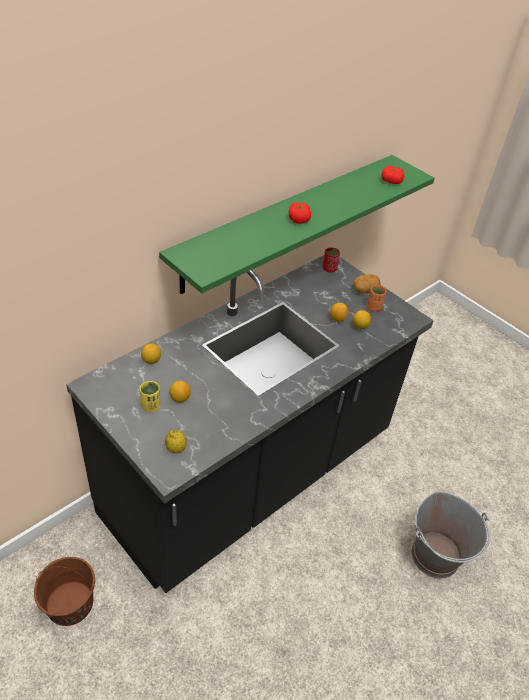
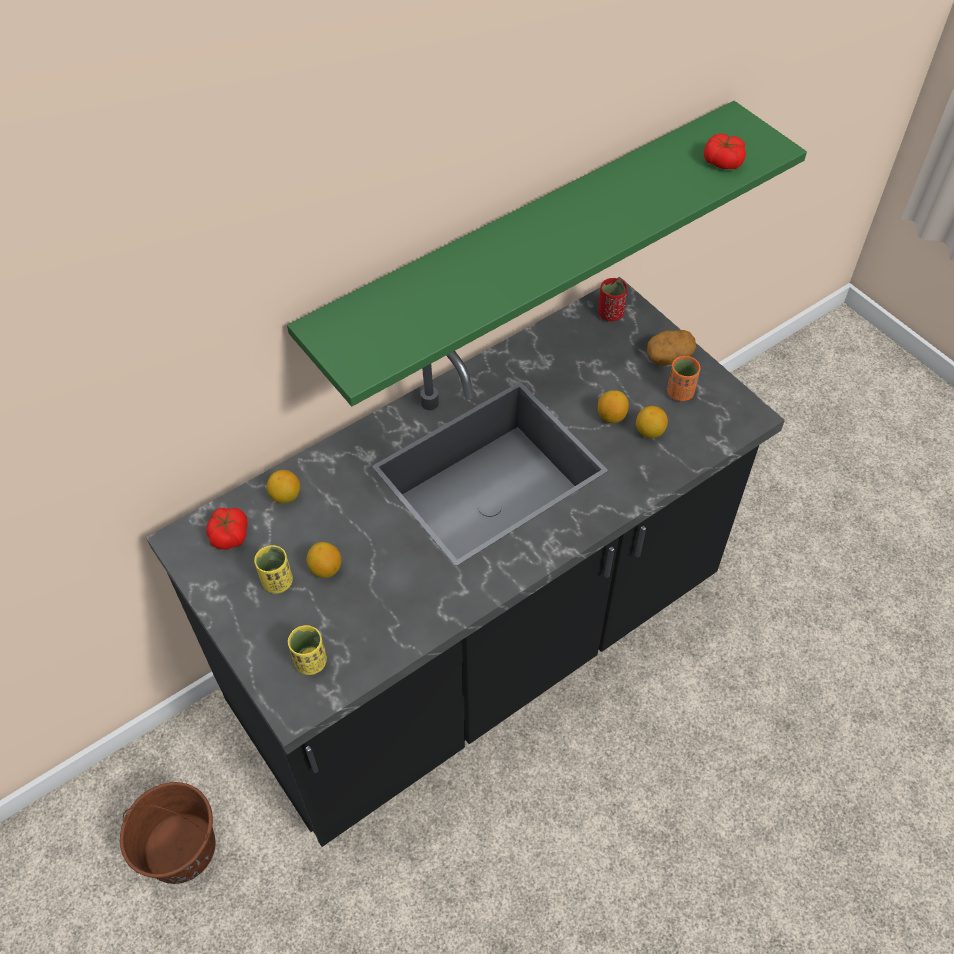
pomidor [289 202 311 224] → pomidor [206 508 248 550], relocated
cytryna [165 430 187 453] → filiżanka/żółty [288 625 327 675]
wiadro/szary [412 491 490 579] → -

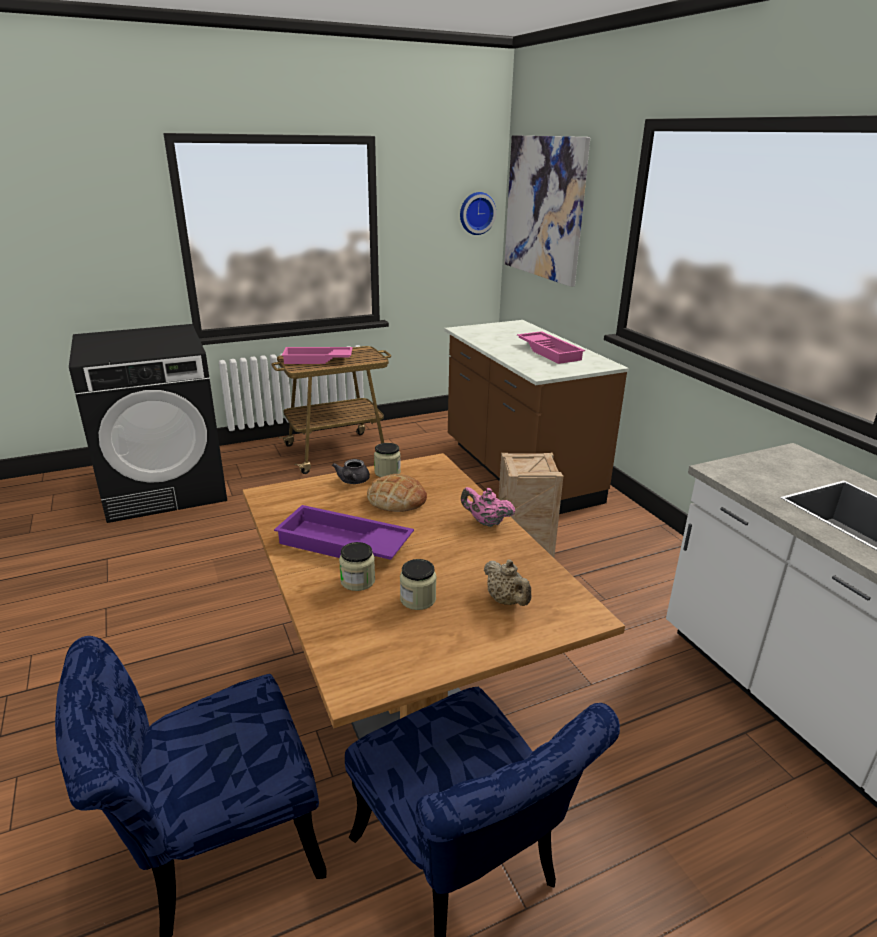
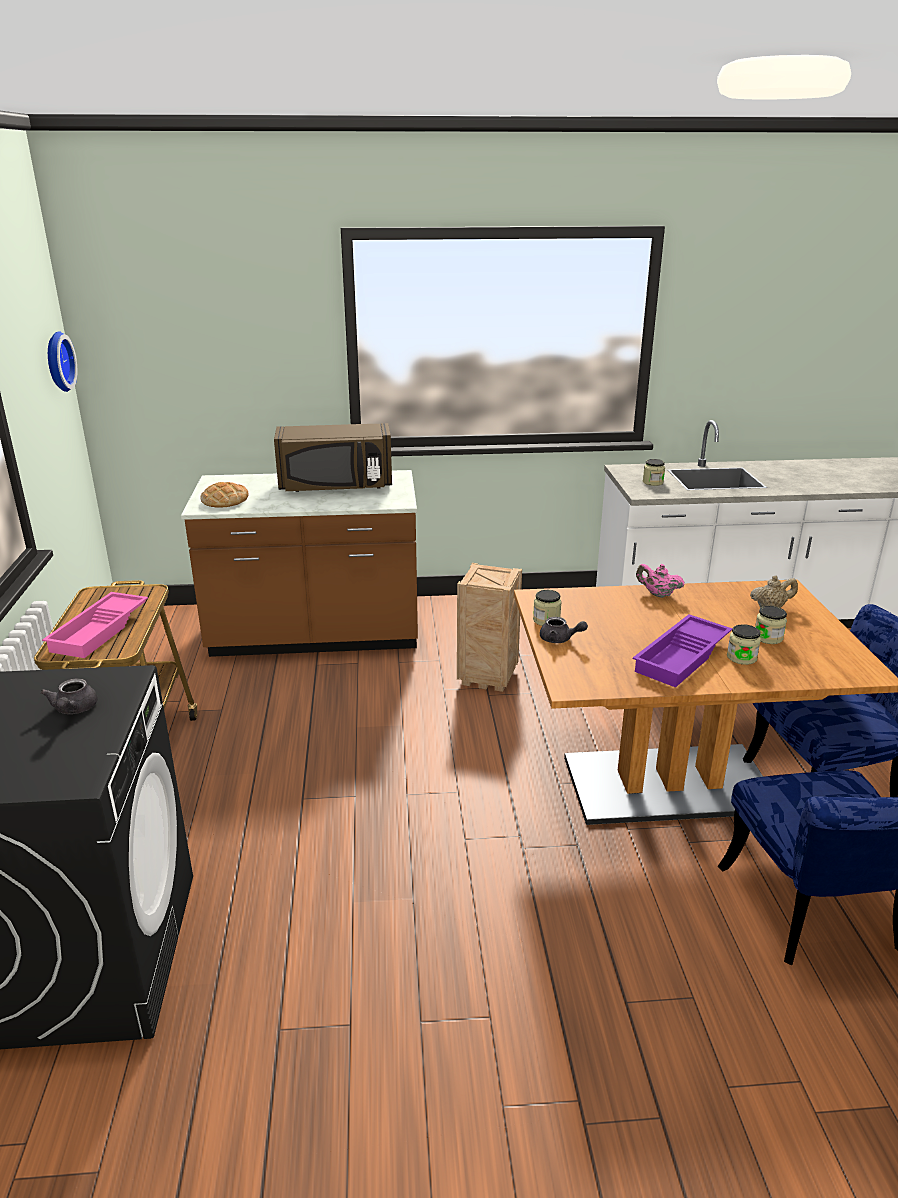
obraz [504 135 590 287] → -
taca/różowy [517 331 585 364] → mikrofalówka/brązowy [274 423 392 492]
chleb [367 474 427 512] → chleb [200 482 248 508], relocated
imbryk/różowy [461 487 515 527] → imbryk/różowy [636 564 684 598], 75 degrees clockwise
- → słoik [643 459 665 486]
- → imbryk/szary [40 678 98 714]

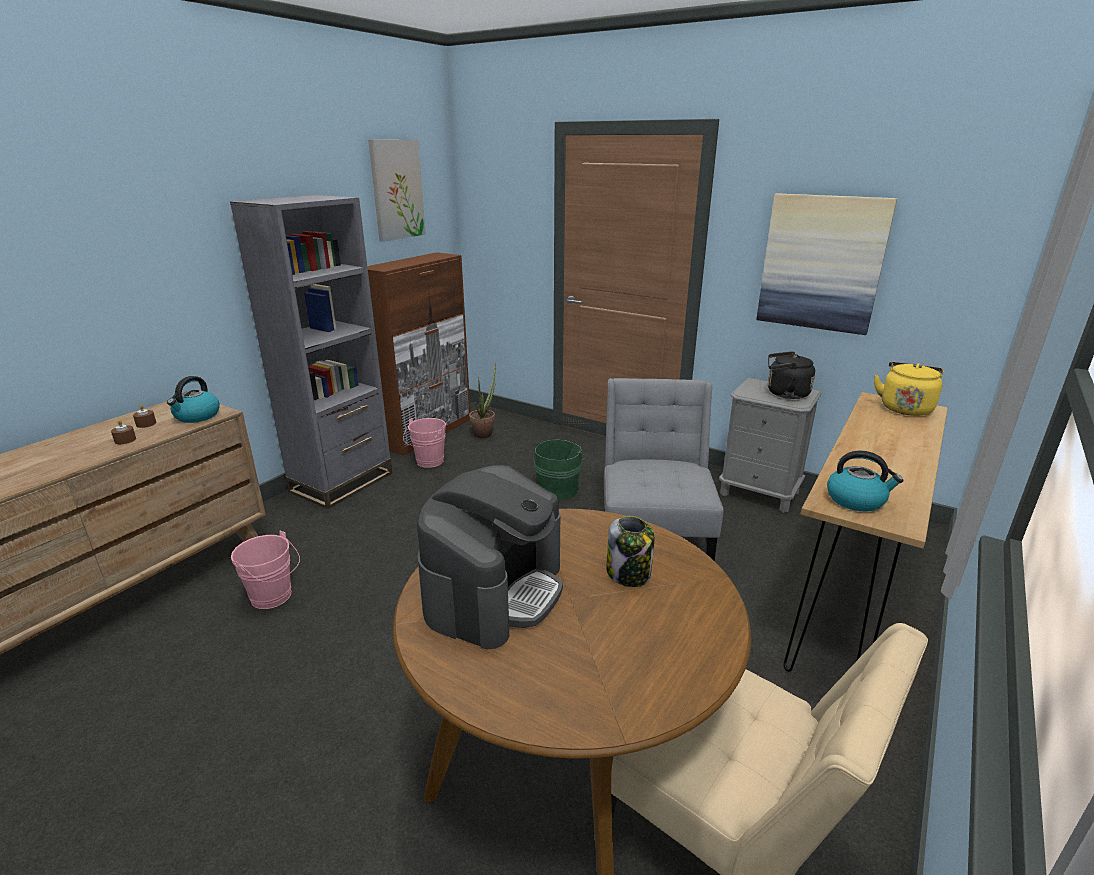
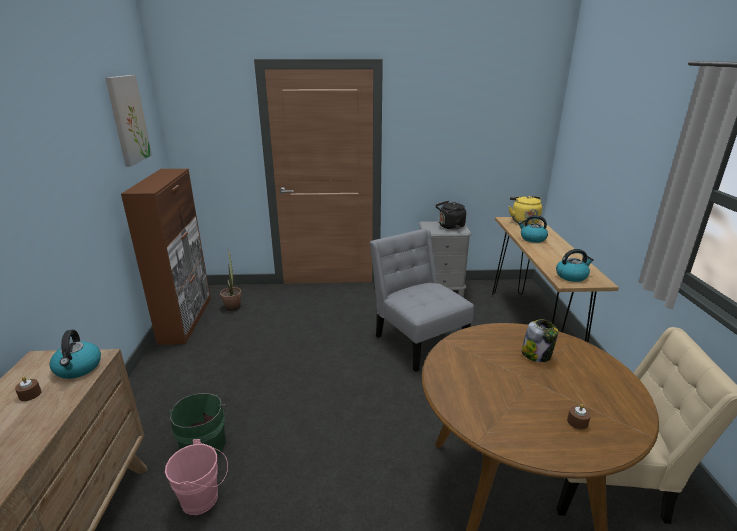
obraz [756 193 897 335] → -
regał/szary [230 195 392 509] → -
wiadro/różowy [403 418 446 468] → -
świeca/brązowy [111 420 136 444] → świeca/brązowy [567 404 591 430], relocated
wiadro/zielony [534 440 586 500] → wiadro/zielony [168 393 226 455], relocated
ekspres do kawy [417 465 563 649] → -
- → czajnik [518 215 548 243]

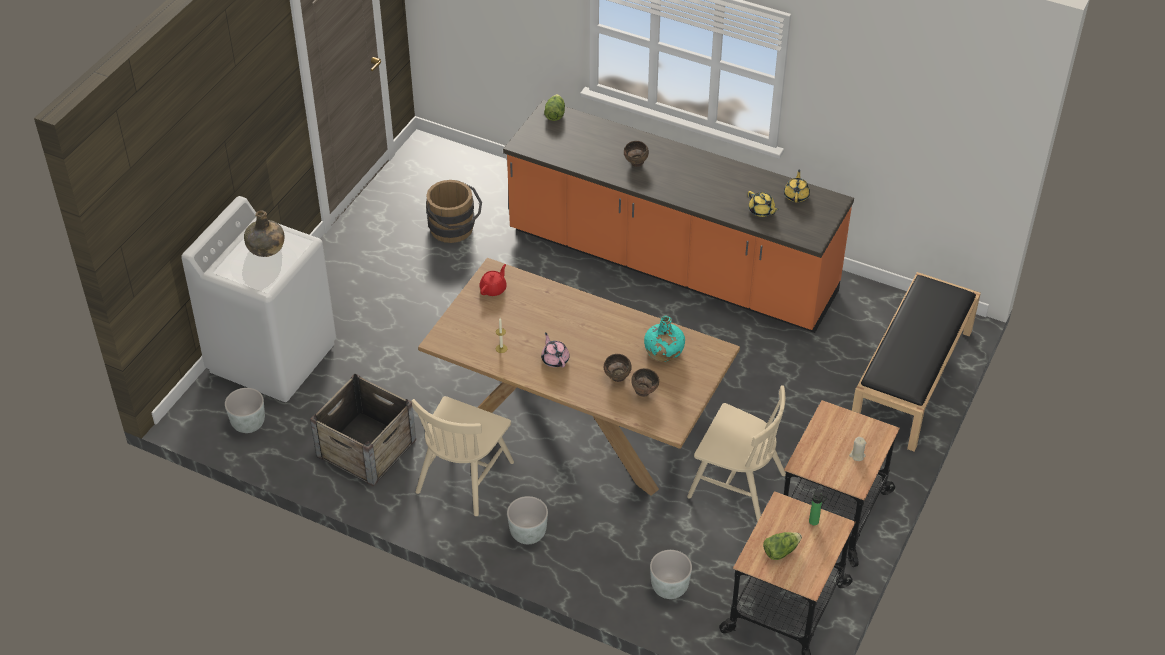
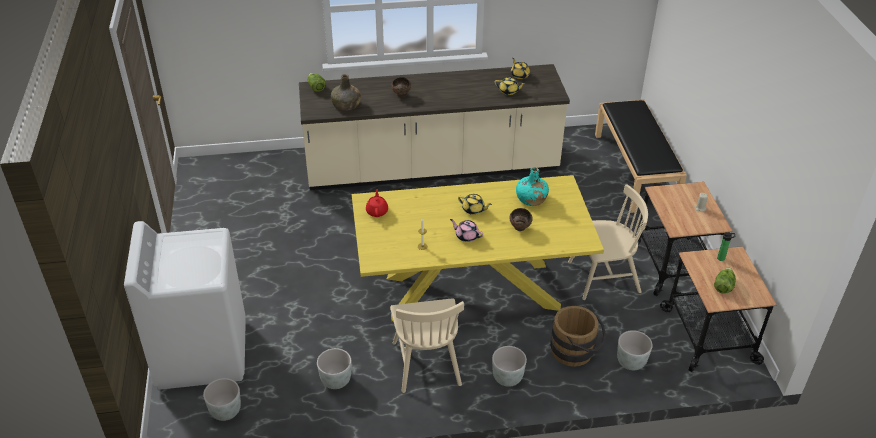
zabudowa kuchenna/pomarańczowy [503 100 854 333] → zabudowa kuchenna/beżowy [299 64 570 190]
wiadro/brązowy [426 180 482 243] → wiadro/brązowy [550 306 606 367], relocated
butelka/zielony [244 211 284 257] → butelka/zielony [331 74 361 111], relocated
stół jadalny/brązowy [418 258 740 496] → stół jadalny/żółty [352 175 604 321]
miska/brązowy [631 368 659 397] → -
skrzynka [310 374 416 487] → donica/szary [317 348 351 389]
- → imbryk/żółty [458 194 492 215]

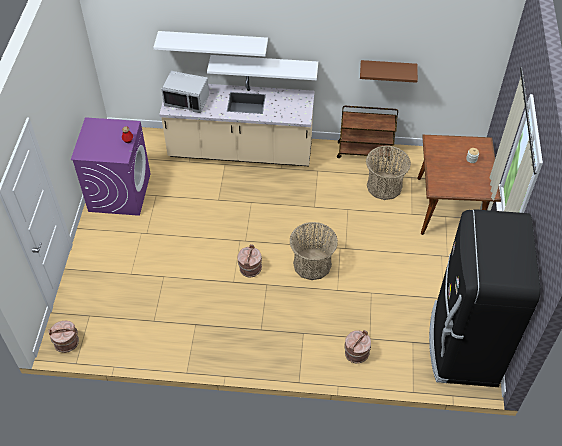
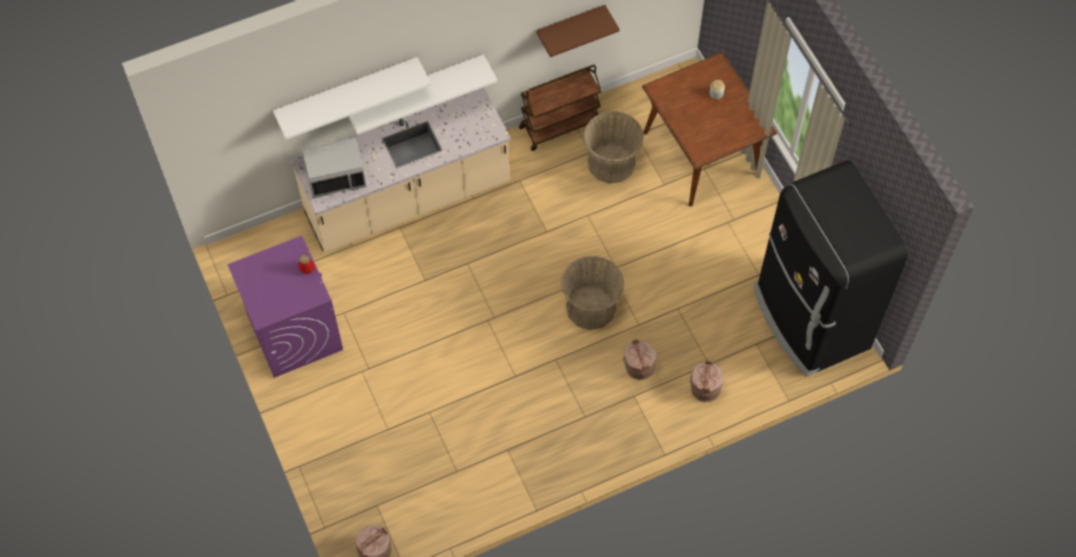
wiadro/brązowy [238 244 262 277] → wiadro/brązowy [623 339 656 380], relocated

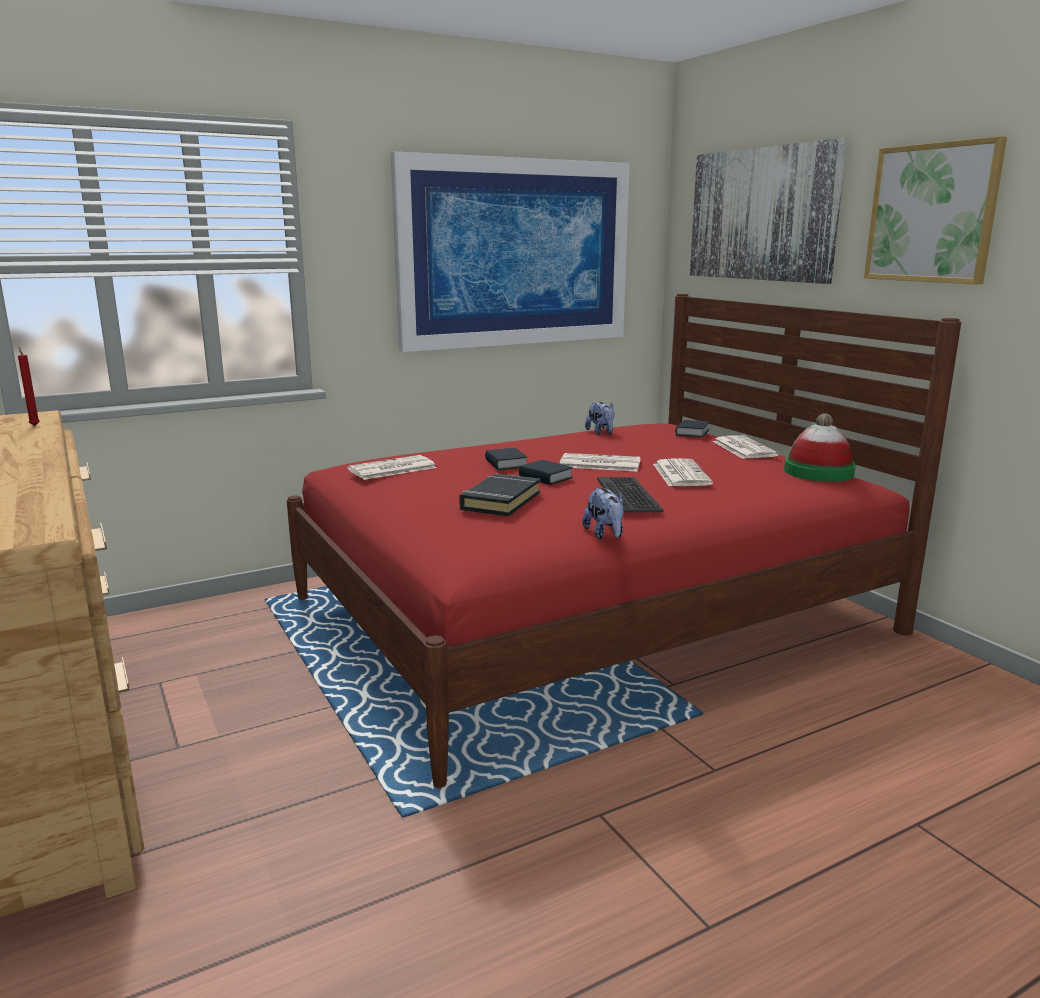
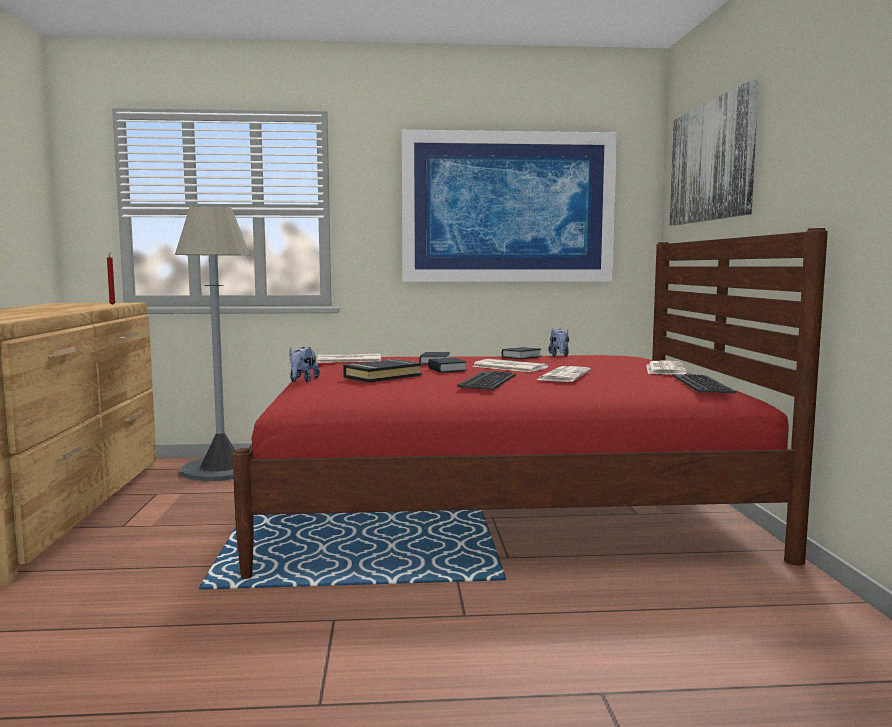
obraz [864 136 1007 284] → -
kapelusz [784 413 856 482] → klawiatura [672 374 736 394]
książka [675 420 710 437] → książka [502 347 542 359], relocated
pluszak [583 487 624 539] → pluszak [290 347 320 382], relocated
- → lampa stojąca/szary [175 207 249 481]

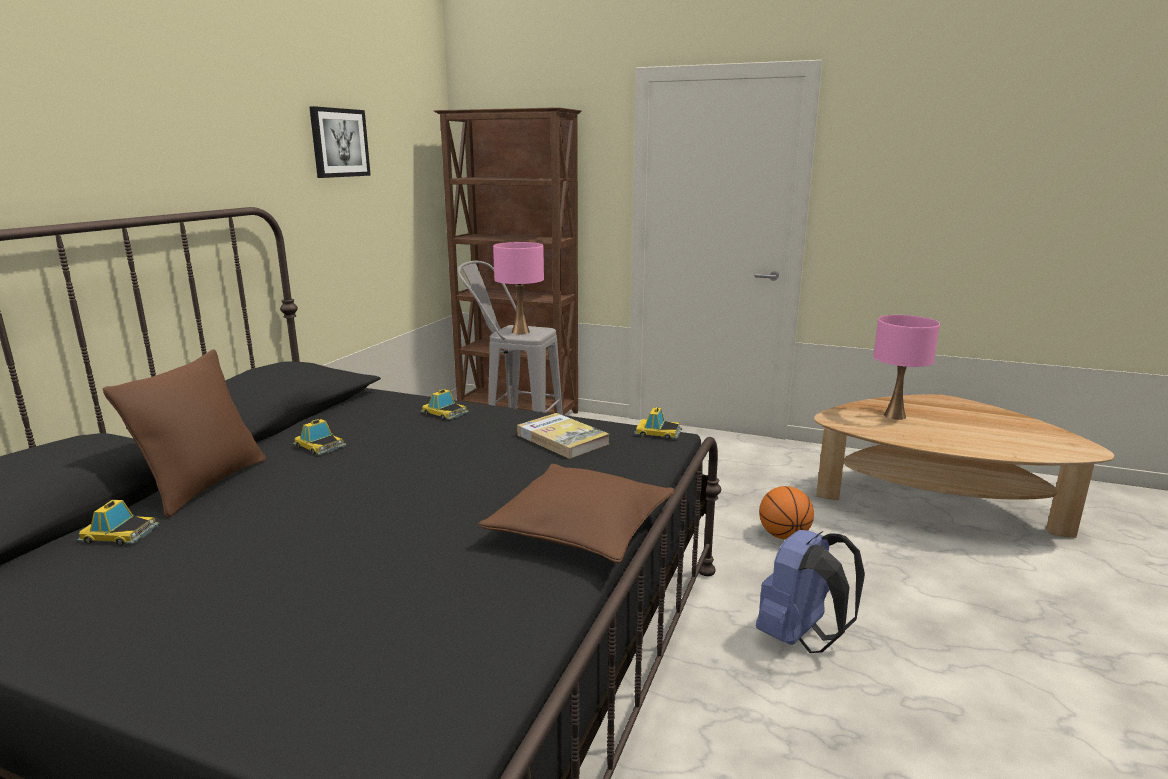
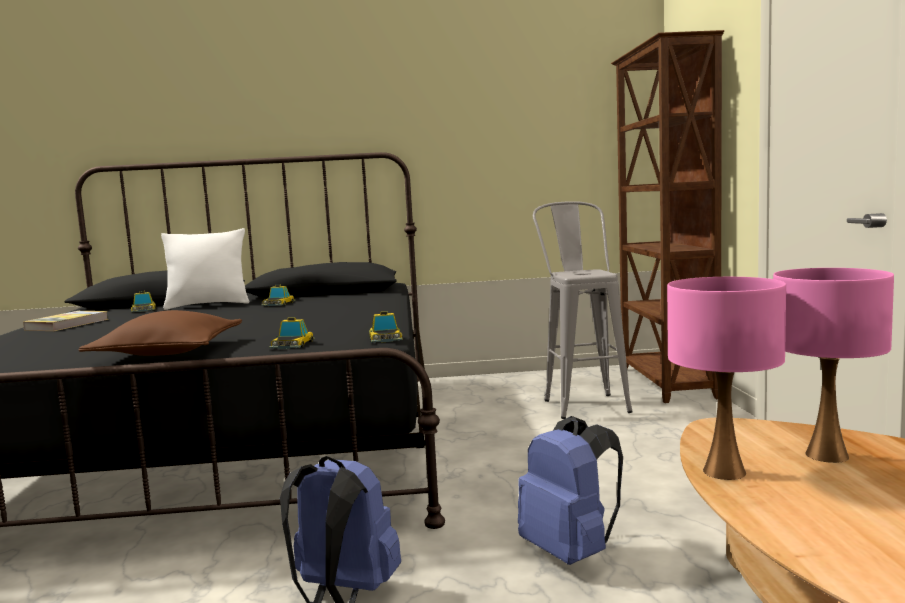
obraz [309 106 371 178] → -
lampa stołowa/różowy [493 242 544 334] → lampa stołowa/różowy [667 277 786 480], relocated
poduszka/brązowy [103 349 266 518] → poduszka/biały [161 228 250 310]
samochodzik [421 389 469 420] → samochodzik [269 317 315 349], relocated
książka [517 413 609 459] → książka [23 311 109 331], relocated
piłka do koszykówki [759 486 814 540] → plecak/niebieski [518 416 623 565]

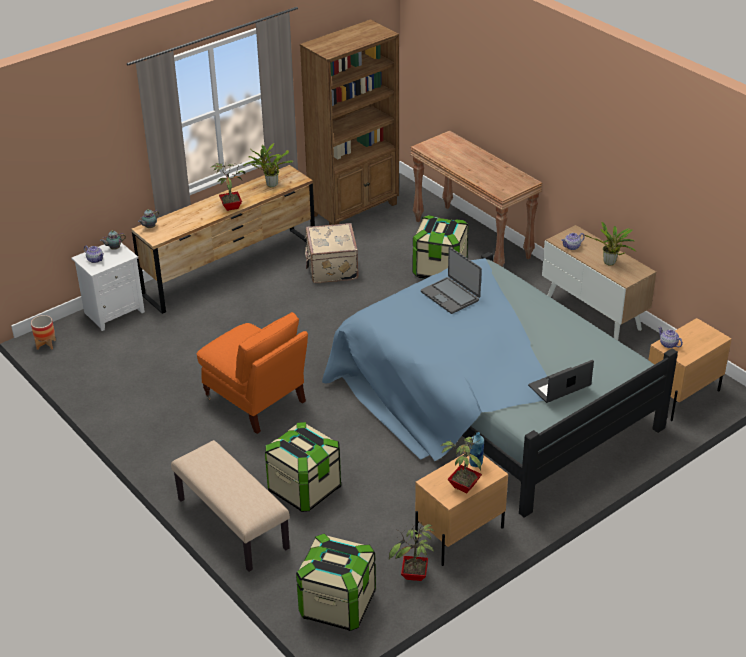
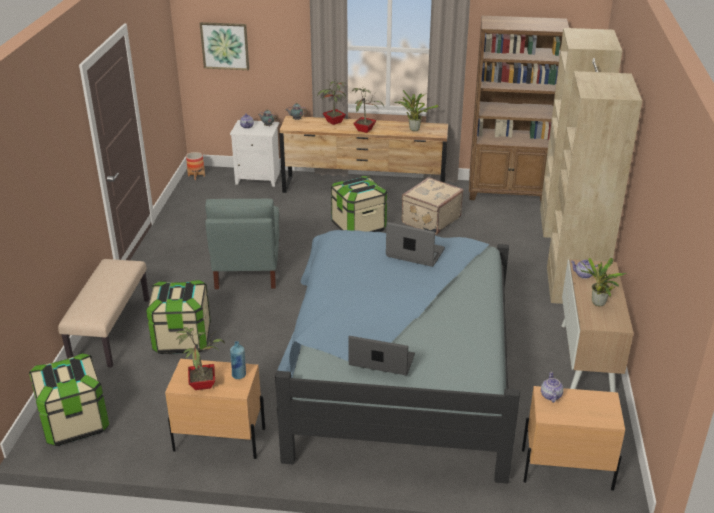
stolik konsolowy/brązowy [410 131 543 266] → szafa/beżowy [540 28 642 304]
pojemnik do przechowywania [413 215 468 279] → pojemnik do przechowywania [331 176 387 232], relocated
laptop [421 247 482 314] → laptop [386 222 445 267], 105 degrees clockwise
fotel/pomarańczowy [197 312 308 434] → fotel/szary [205 199 280 289]
roślina doniczkowa [389 523 435 581] → roślina doniczkowa [317 78 347 125], relocated
- → obraz [200 22 249 70]

